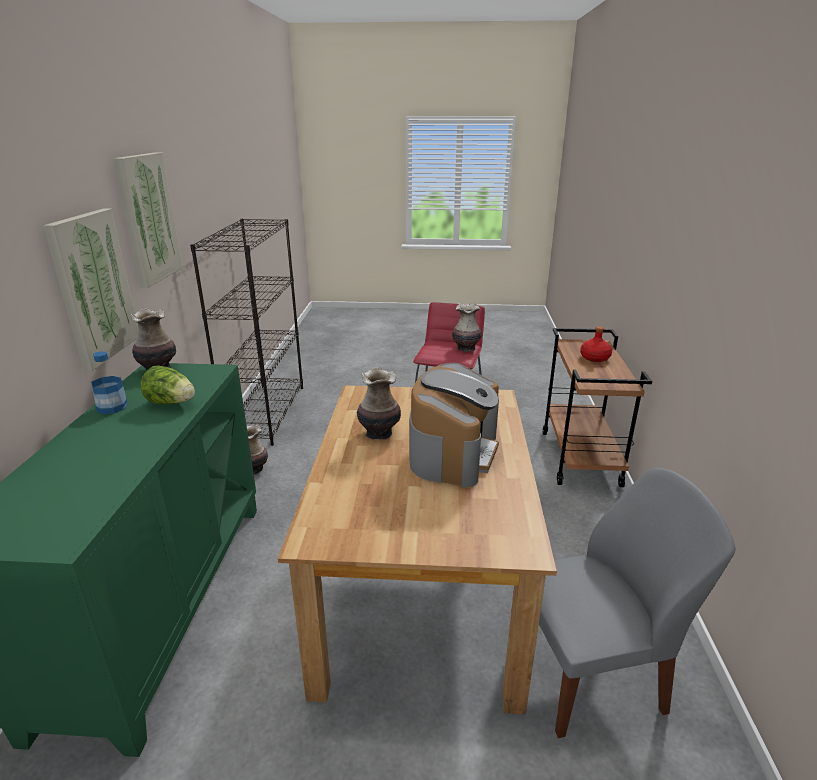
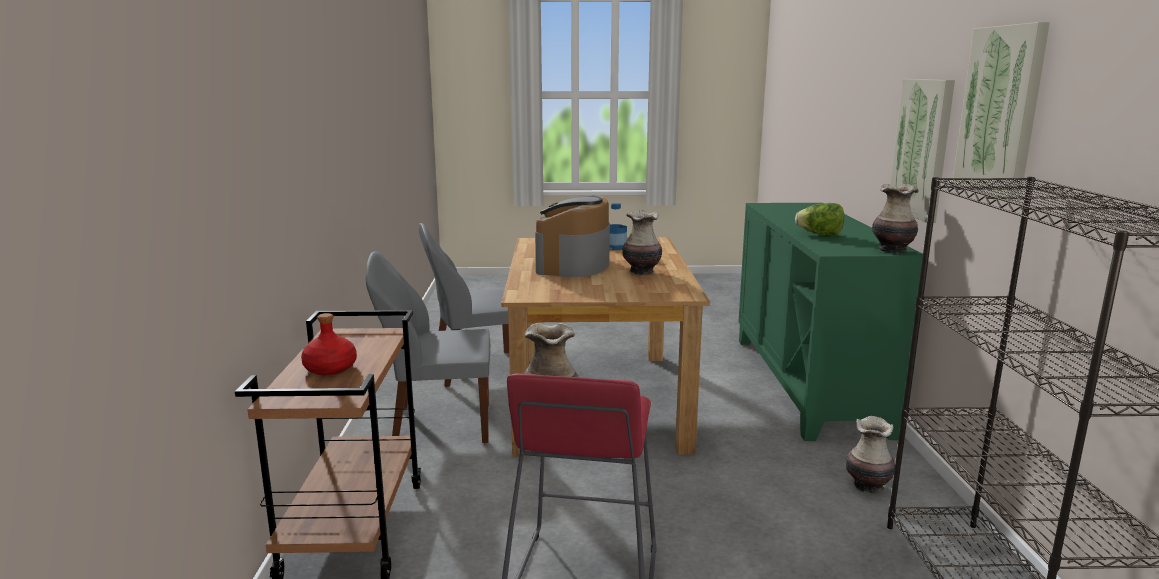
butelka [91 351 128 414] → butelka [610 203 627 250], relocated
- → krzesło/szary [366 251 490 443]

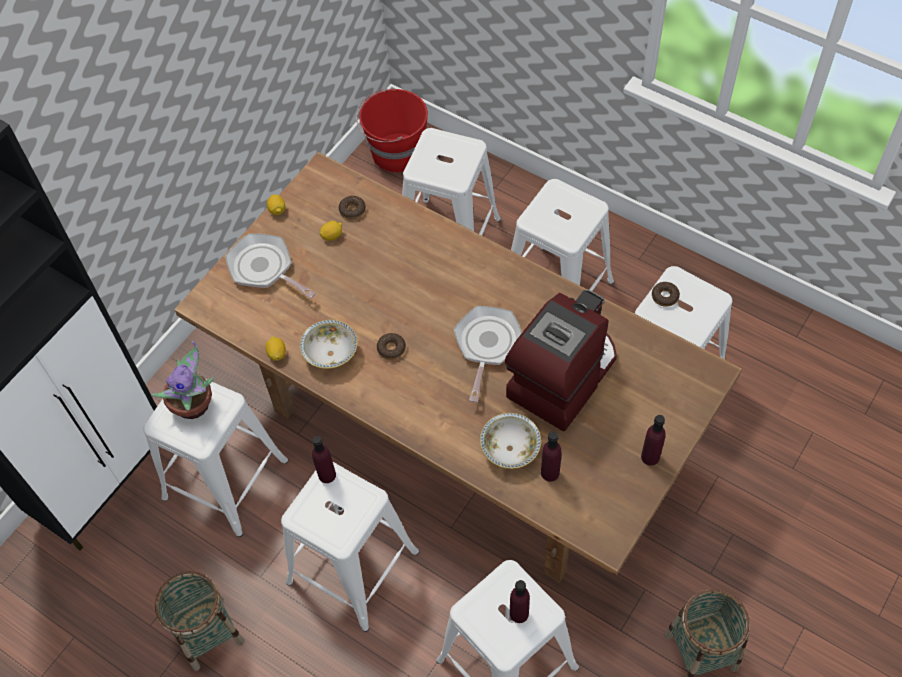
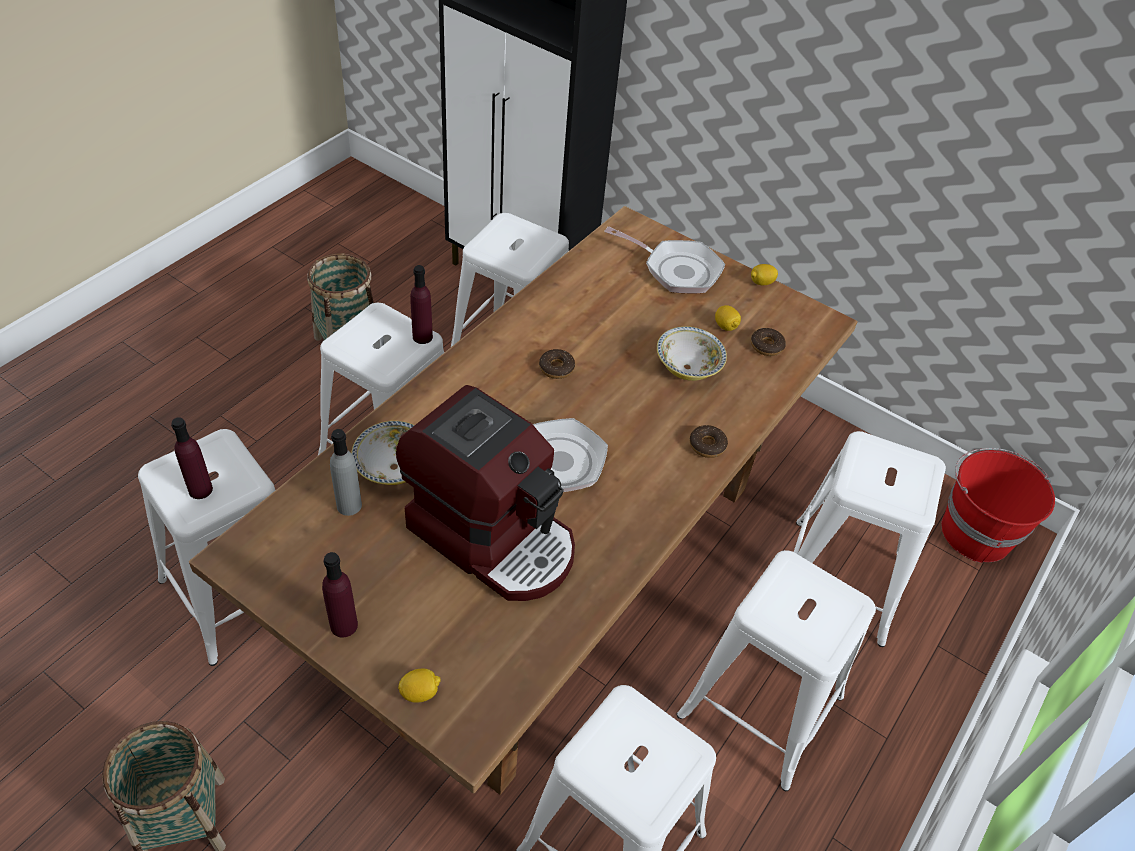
patelnia [225 233 316 299] → patelnia [604 227 725 293], 75 degrees clockwise
donut [652 282 680 307] → donut [690 425 728 458], relocated
miska [300 320 358 369] → miska [657 326 727 381], relocated
cytryna [265 336 286 361] → cytryna [398 669 441 703], relocated
roślina doniczkowa [151 341 214 419] → -
butelka/fioletowy [541 432 562 482] → butelka/szary [330 429 362 516]

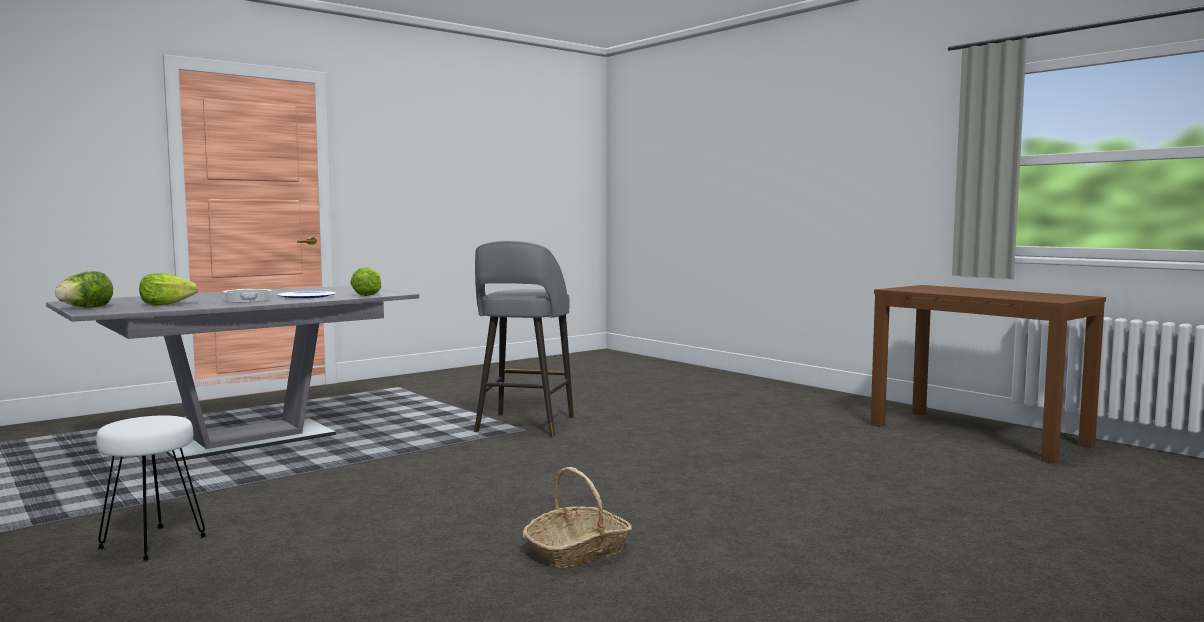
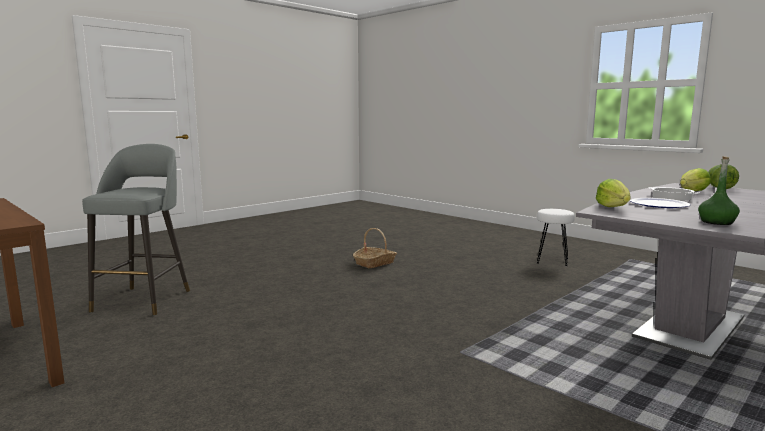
stołek/szary [474 241 574 437] → stołek/szary [82 144 190 316], relocated
- → butelka/zielony [698 156 740 225]

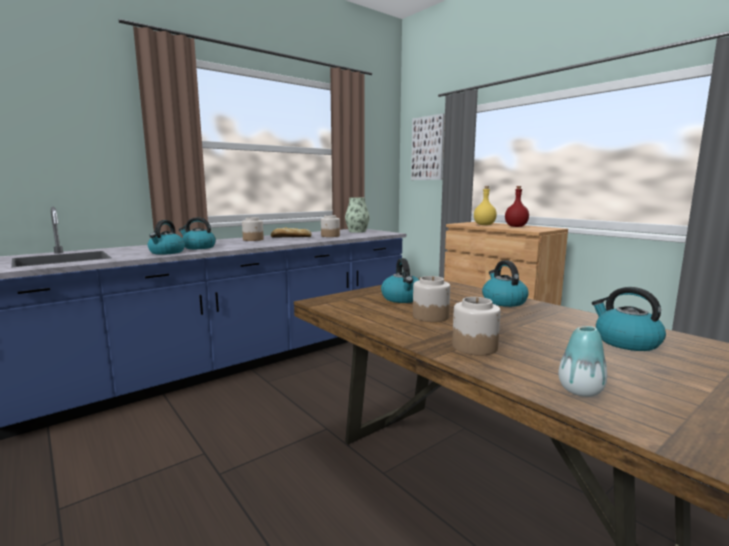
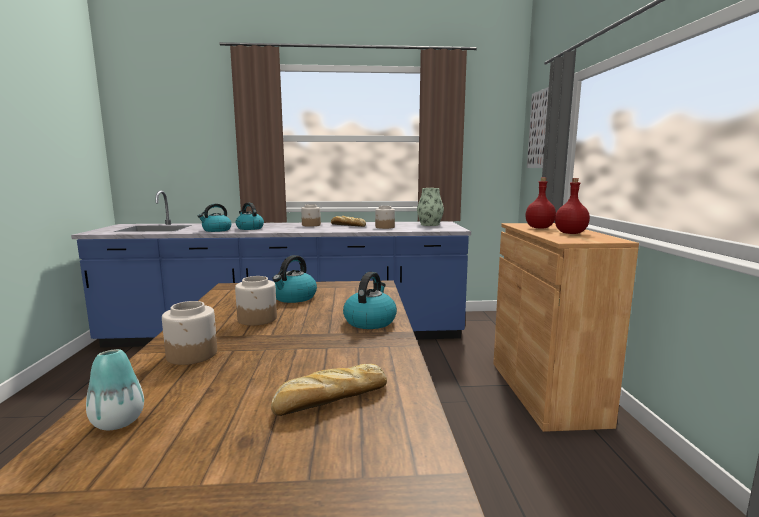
butelka/żółty [474 186 497 225] → butelka/czerwony [525 177 556 229]
czajnik [592 287 666 351] → chleb [271 364 387 416]

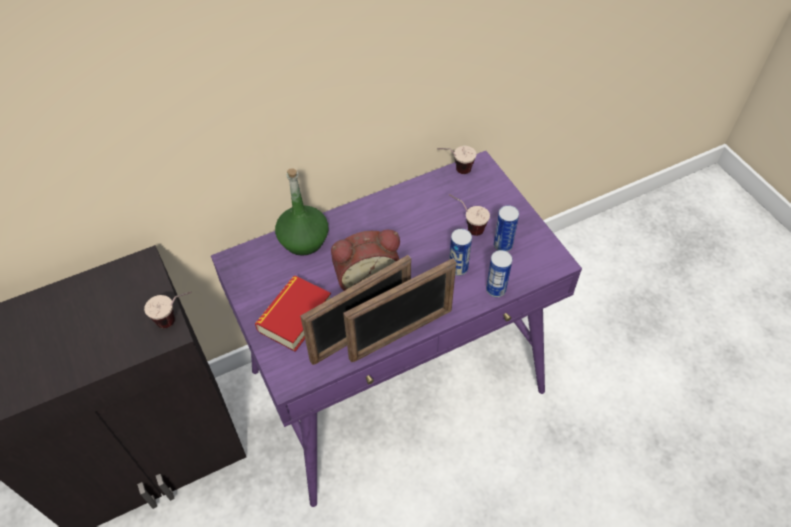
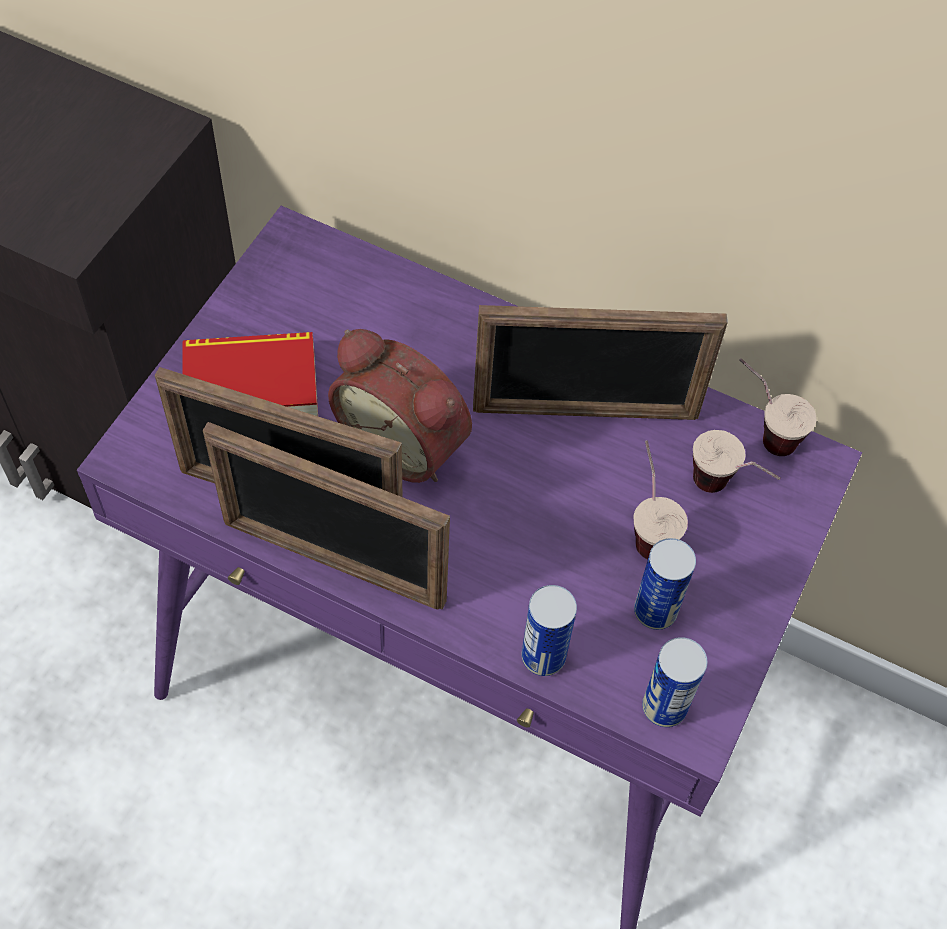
butelka/zielony [275 168 329 256] → -
puszka [449 229 472 276] → puszka [642 637 707 727], relocated
filiżanka [144 292 192 328] → filiżanka [693 430 781 493], relocated
- → ramka na zdjęcie [473 305 728 420]

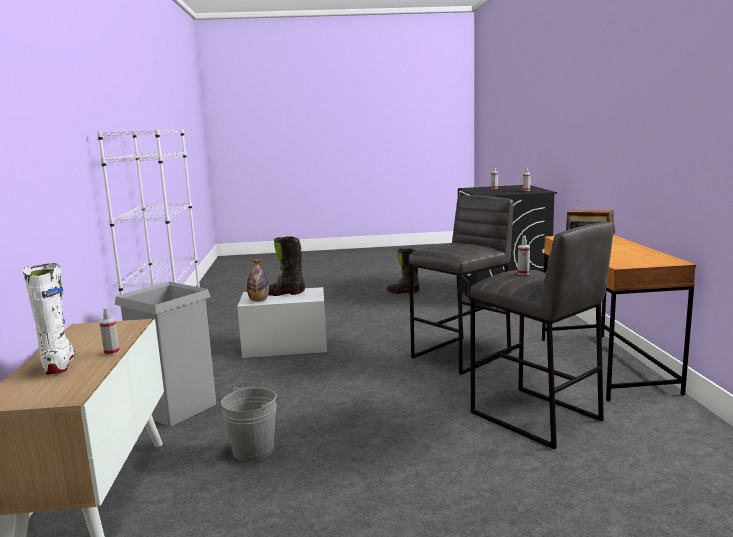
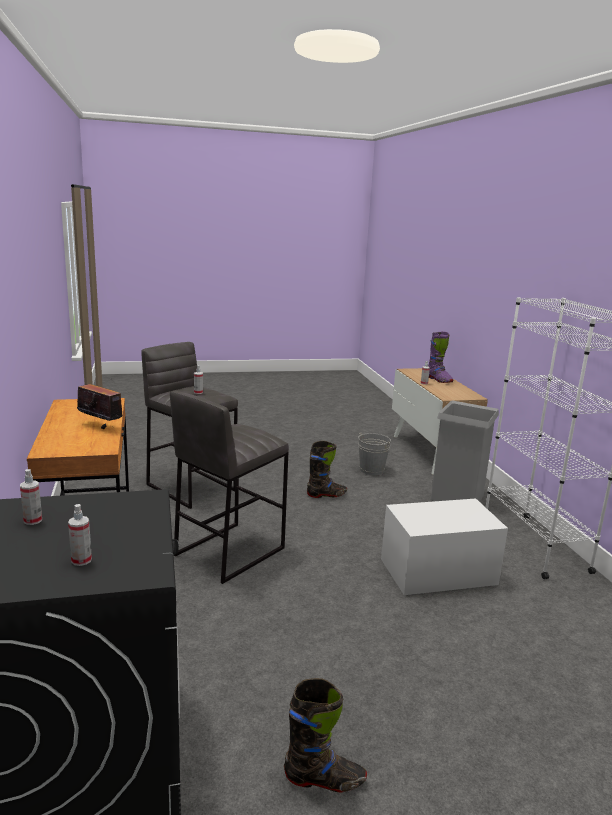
but z cholewką/czarny [268 236 305 296] → but z cholewką/czarny [307 441 347 498], relocated
butelka [247 259 269 302] → -
but z cholewką/biały [23 263 75 375] → but z cholewką/fioletowy [428 332 453 383]

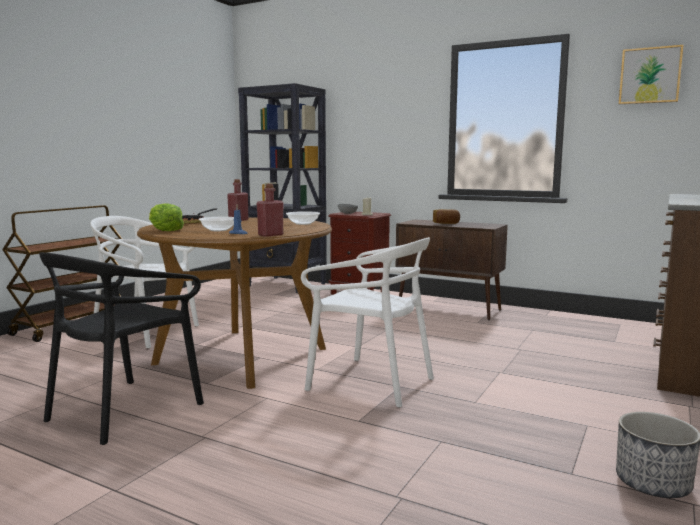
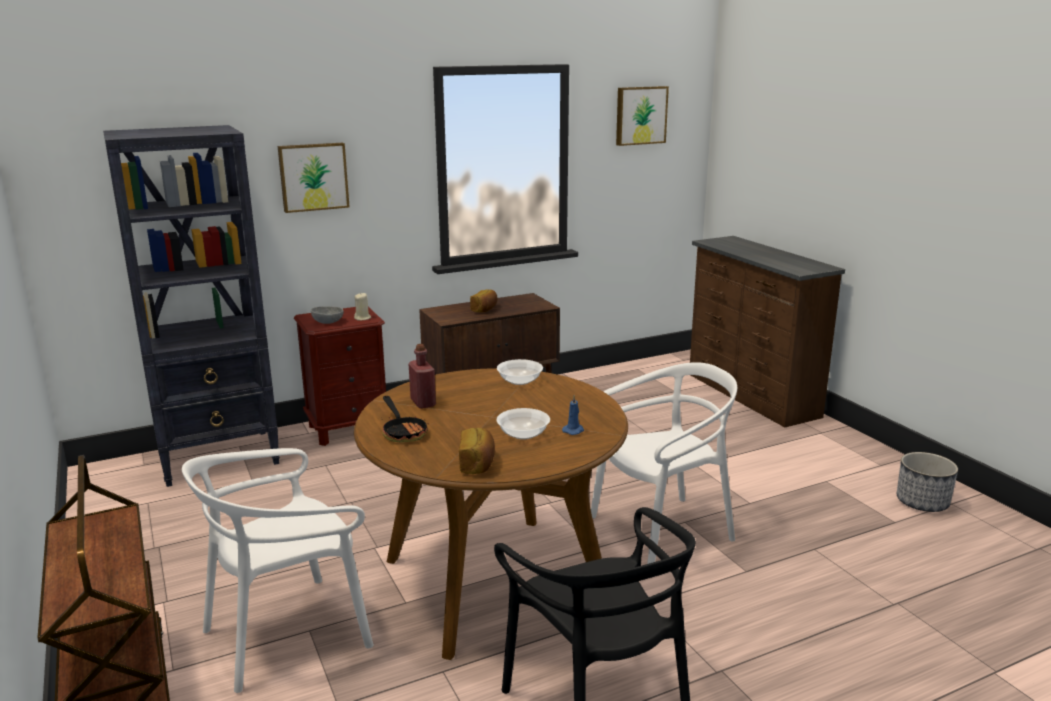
butelka/czerwony [256 184 284 237] → -
sałata [149 203 184 231] → chleb [459 428 495 474]
- → obraz [278 143 350 213]

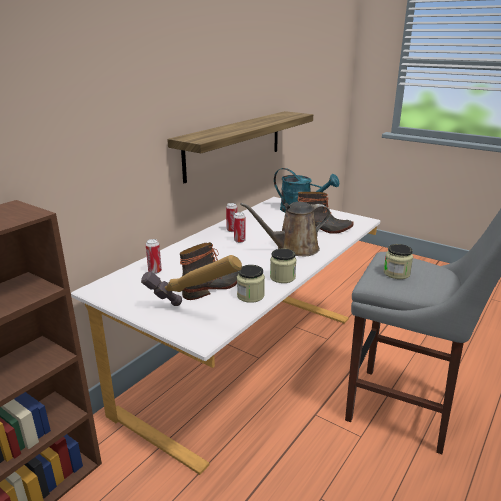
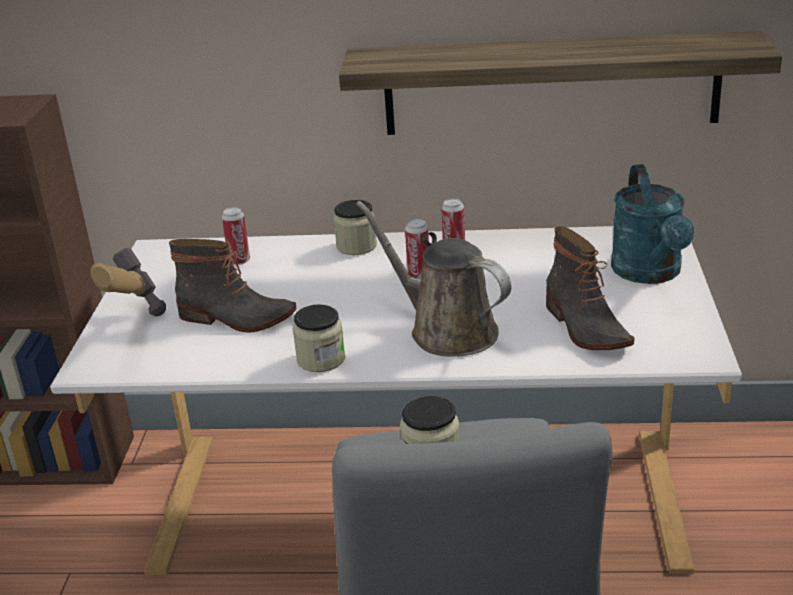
słoik [237 265 265 303] → słoik [333 200 377 255], relocated

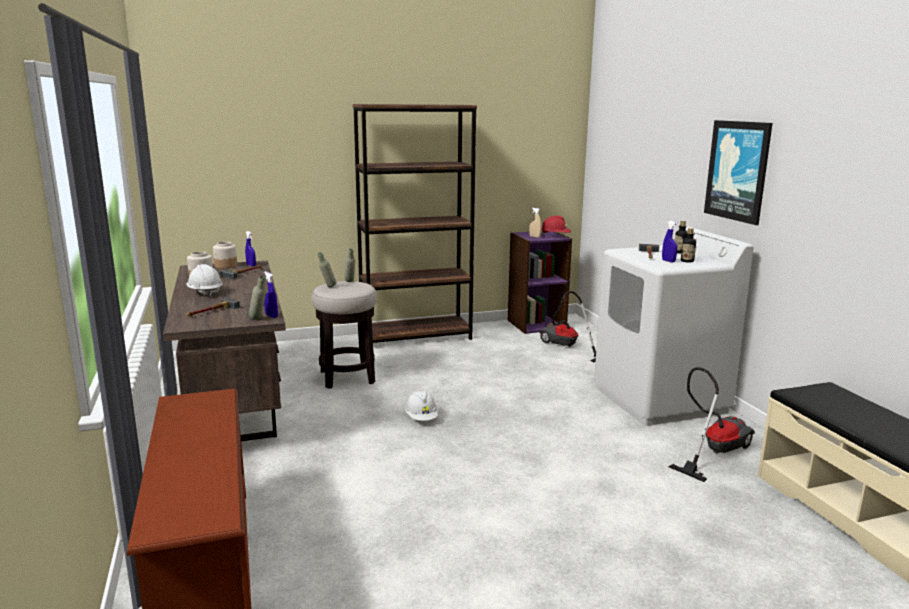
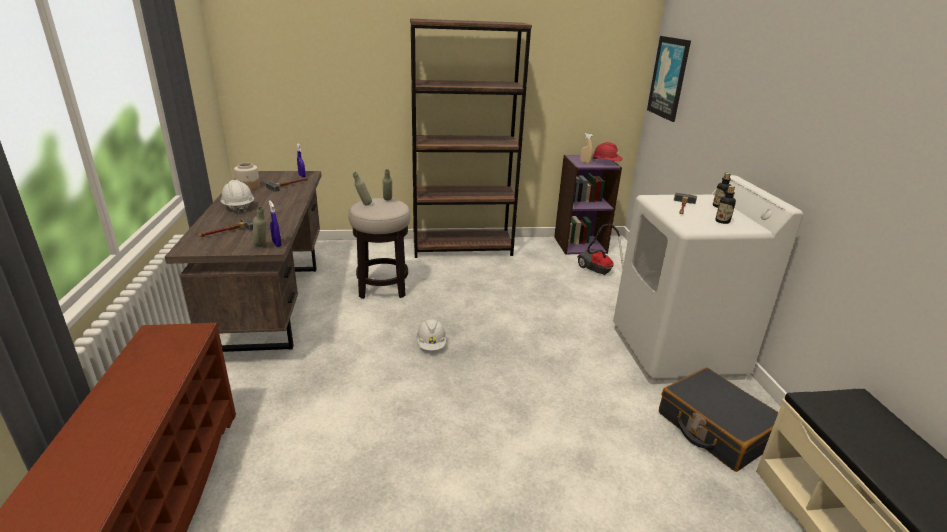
obraz [704 120 773 225] → obraz [647 36 691 122], relocated
spryskiwacz/niebieski [662 221 678 262] → -
słoik [213 241 237 269] → -
odkurzacz [669 367 755 482] → walizka/czarny [659 367 779 472]

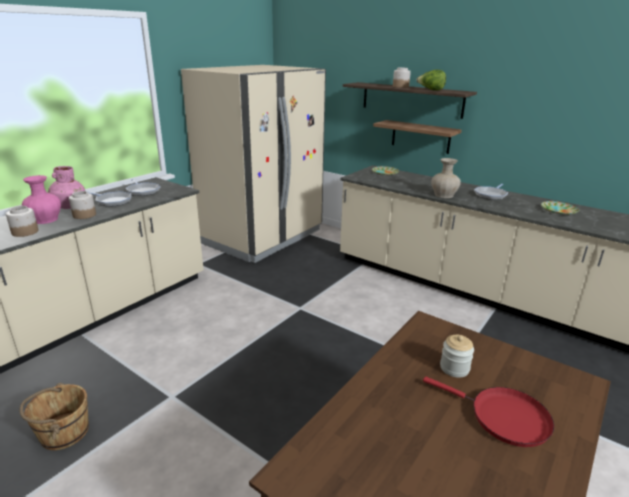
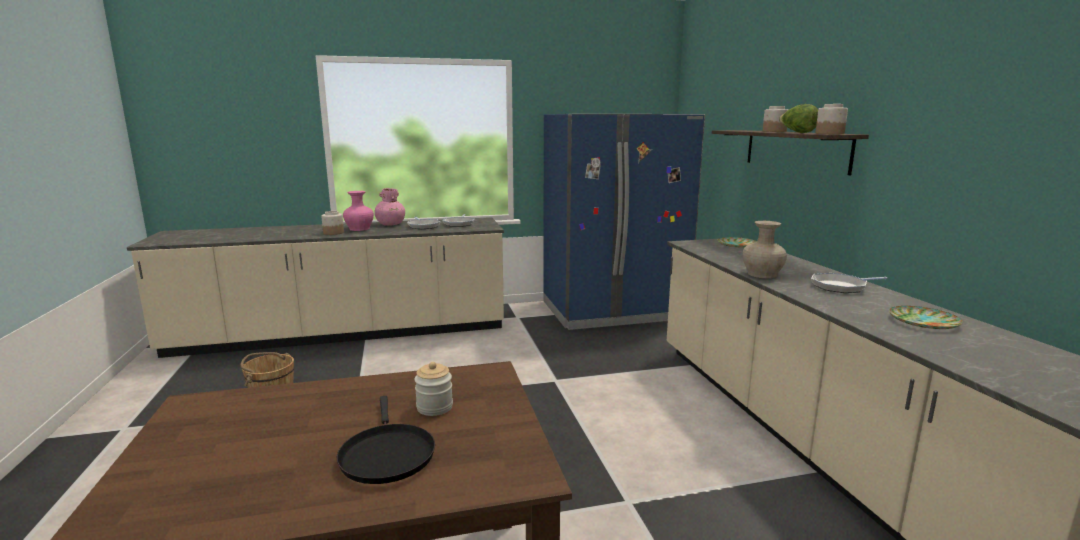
lodówka/beżowy [181 65 326 263] → lodówka/niebieski [543 114 705 330]
półka [373 120 462 154] → -
słoik [69 191 96 219] → słoik [816 104 848 134], relocated
patelnia/czerwony [423 377 554 447] → patelnia/czarny [337 396 435 484]

